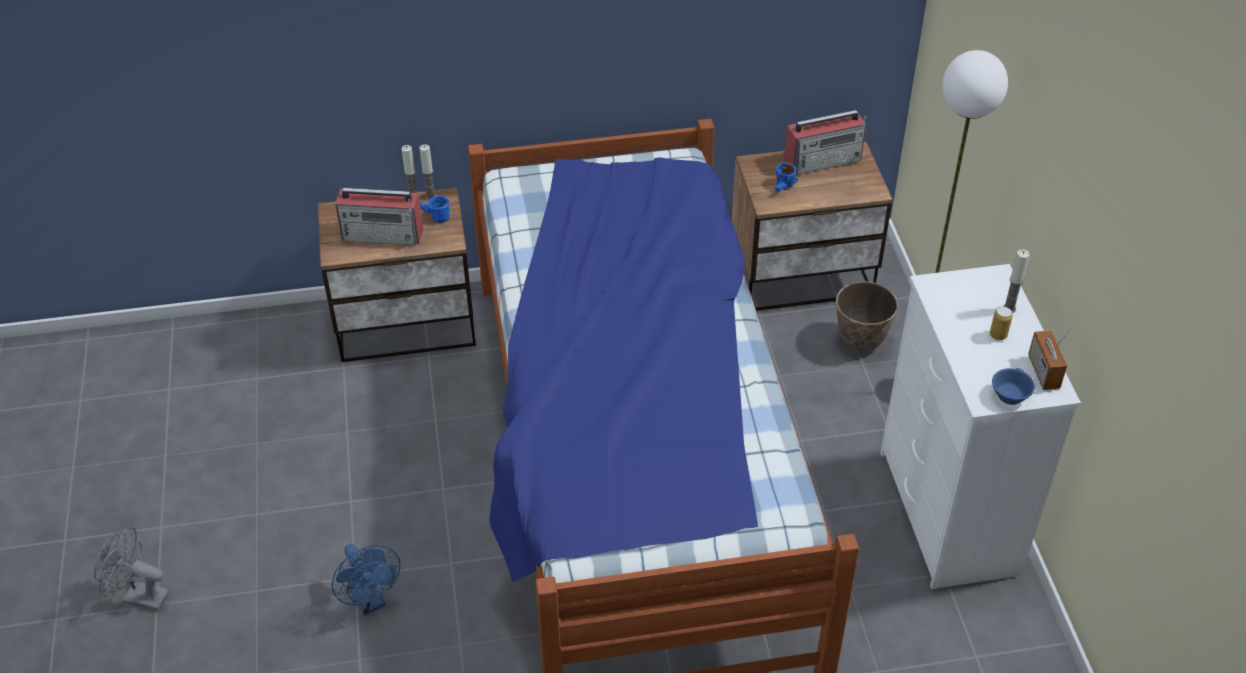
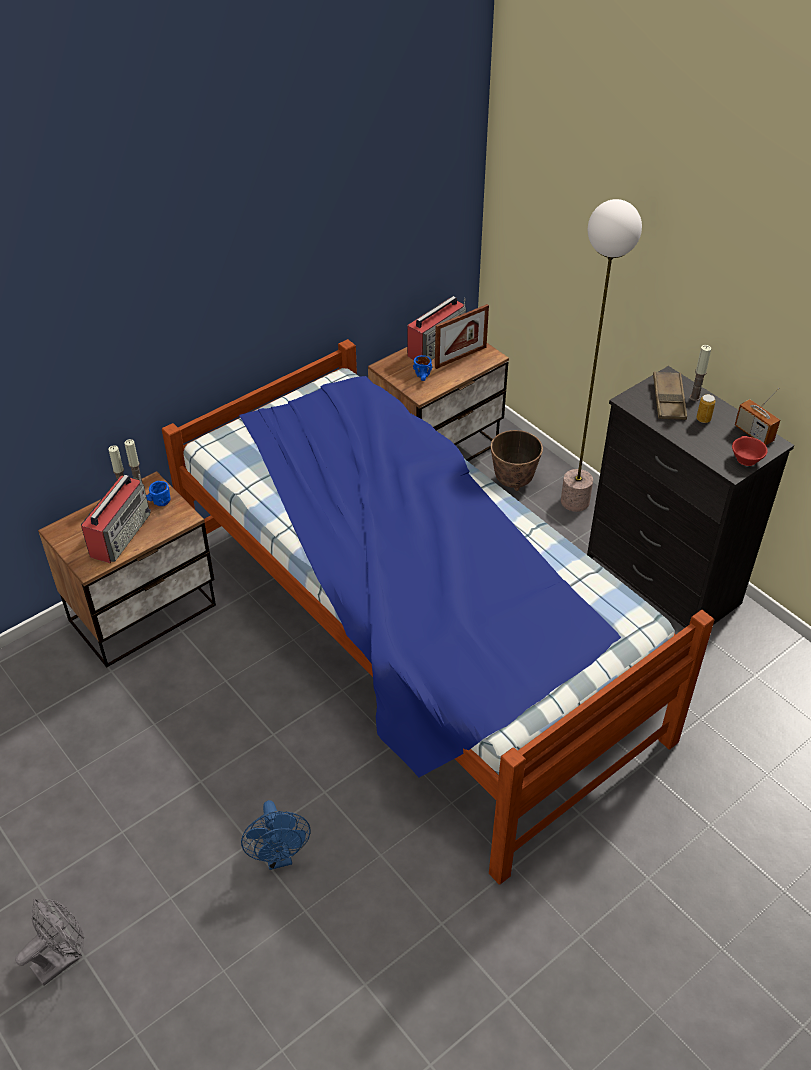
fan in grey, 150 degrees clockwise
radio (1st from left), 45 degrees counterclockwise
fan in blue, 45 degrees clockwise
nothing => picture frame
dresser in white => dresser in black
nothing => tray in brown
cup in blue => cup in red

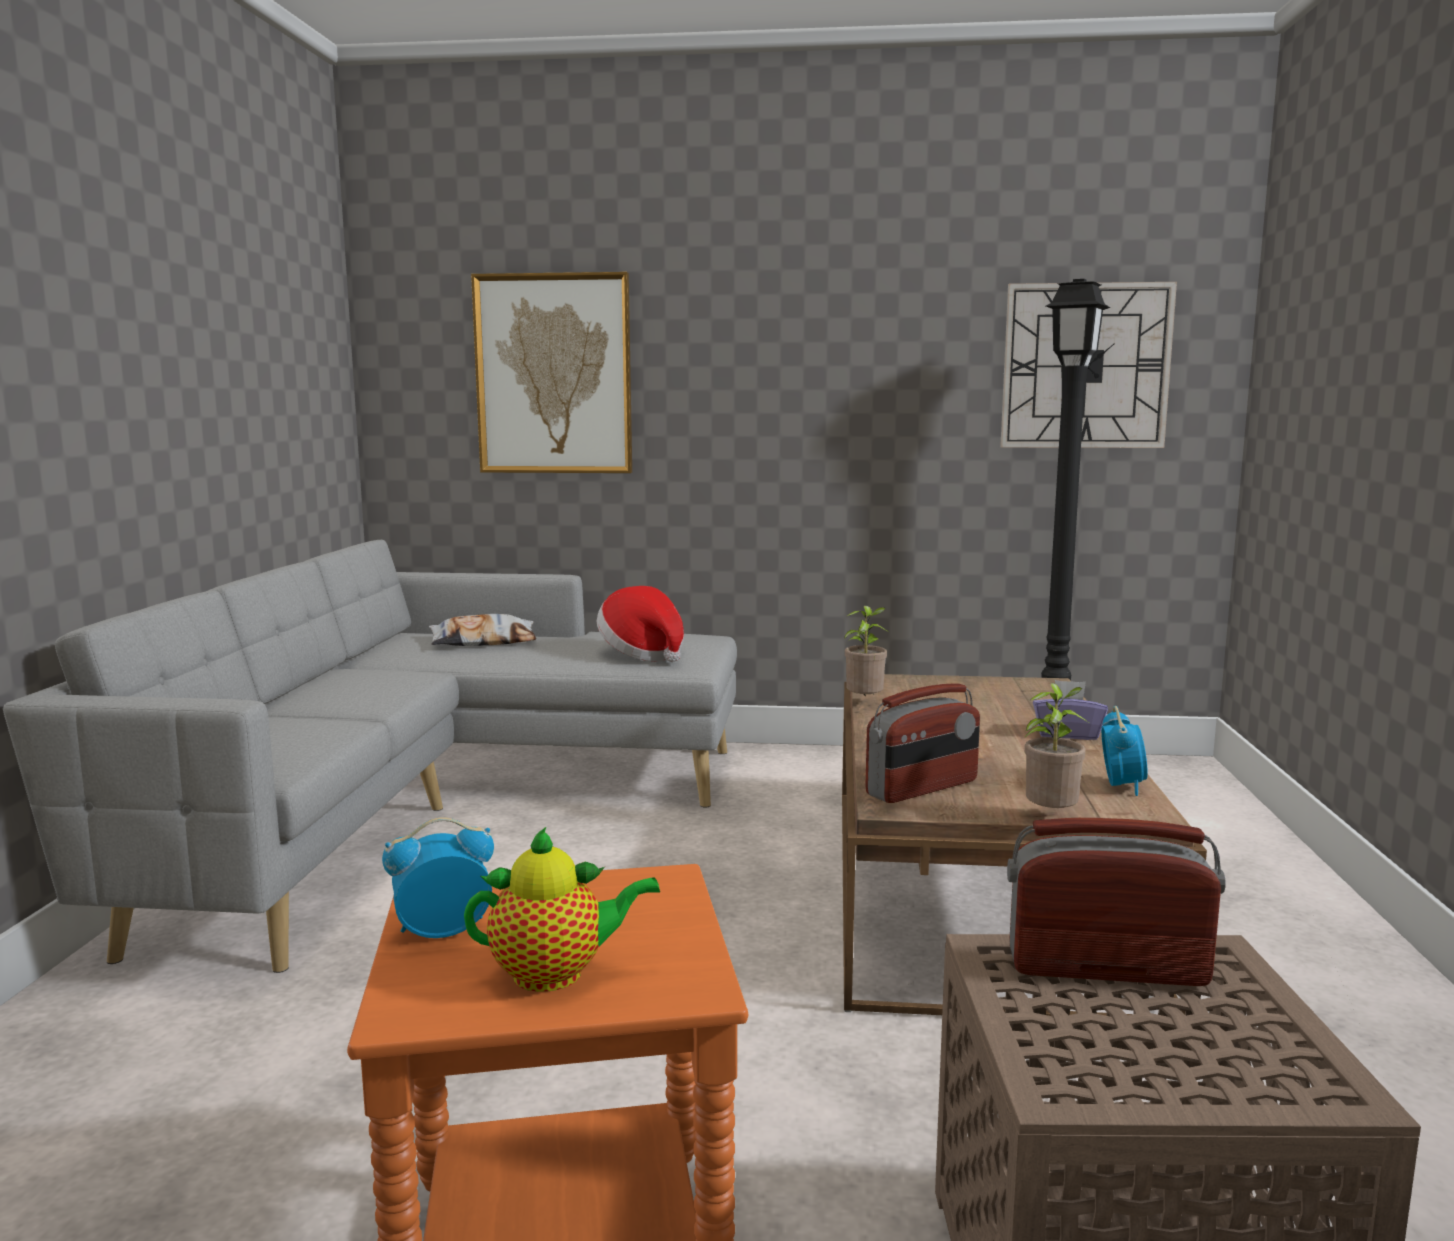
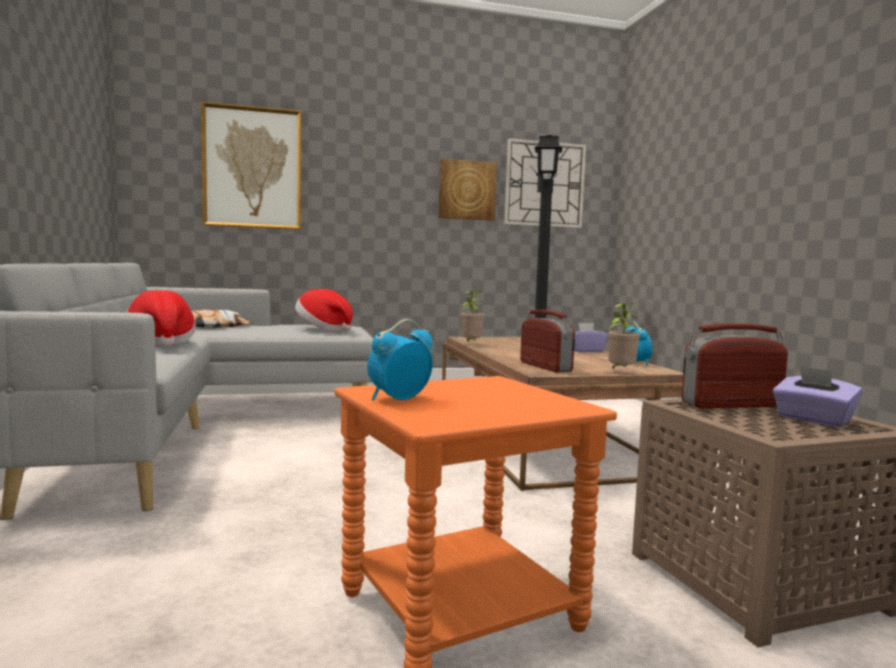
nothing => hat (1st from left)
nothing => picture (2nd from left)
radio (1st from left), 60 degrees counterclockwise
nothing => tissue box in purple (2nd from left)
teapot => nothing

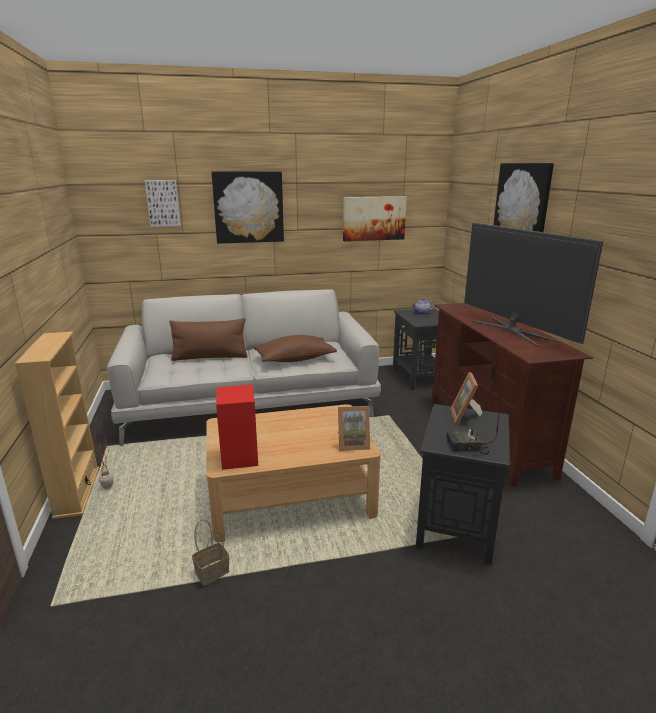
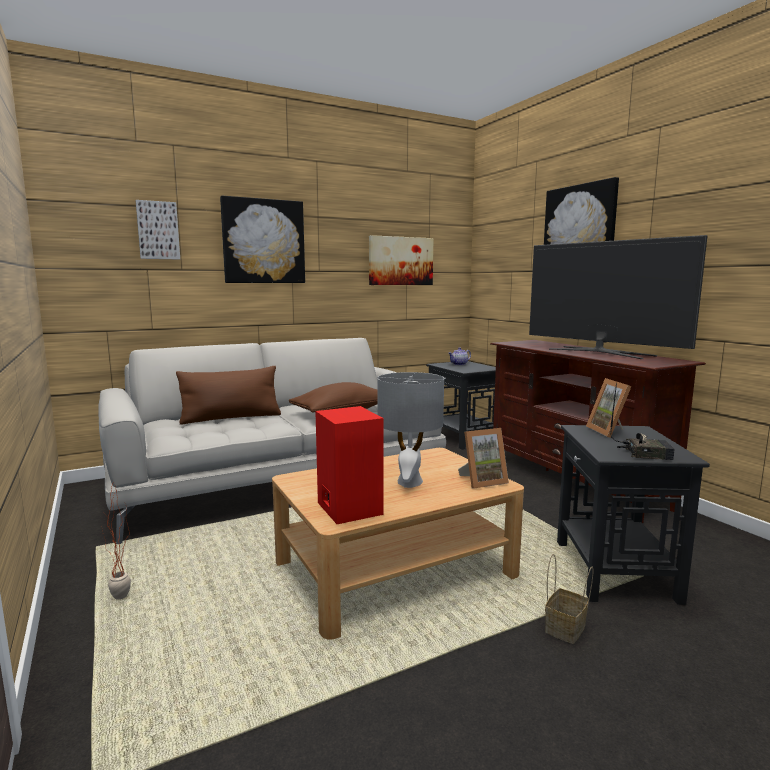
nothing => table lamp in grey
basket, moved
radio, 150 degrees counterclockwise
bookcase in beige => nothing

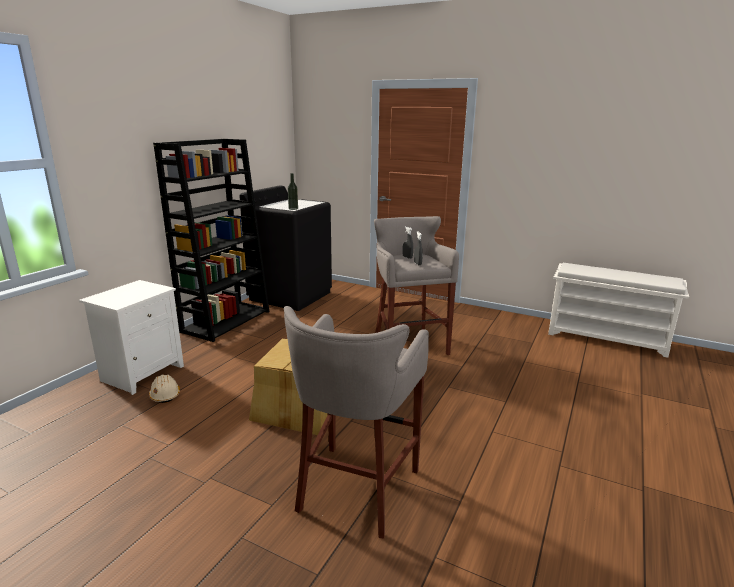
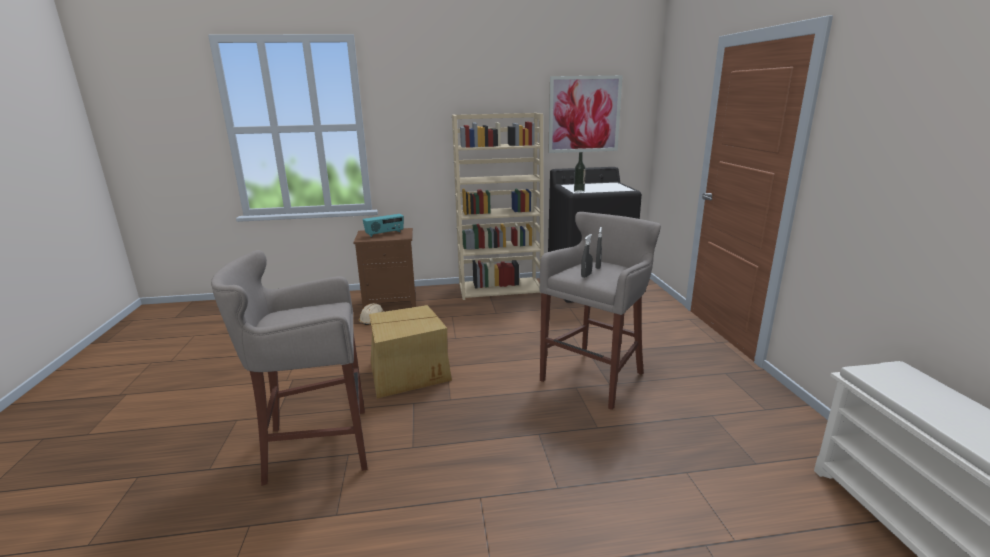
nightstand in white => nightstand in brown
nothing => radio
bookcase in black => bookcase in beige
nothing => picture

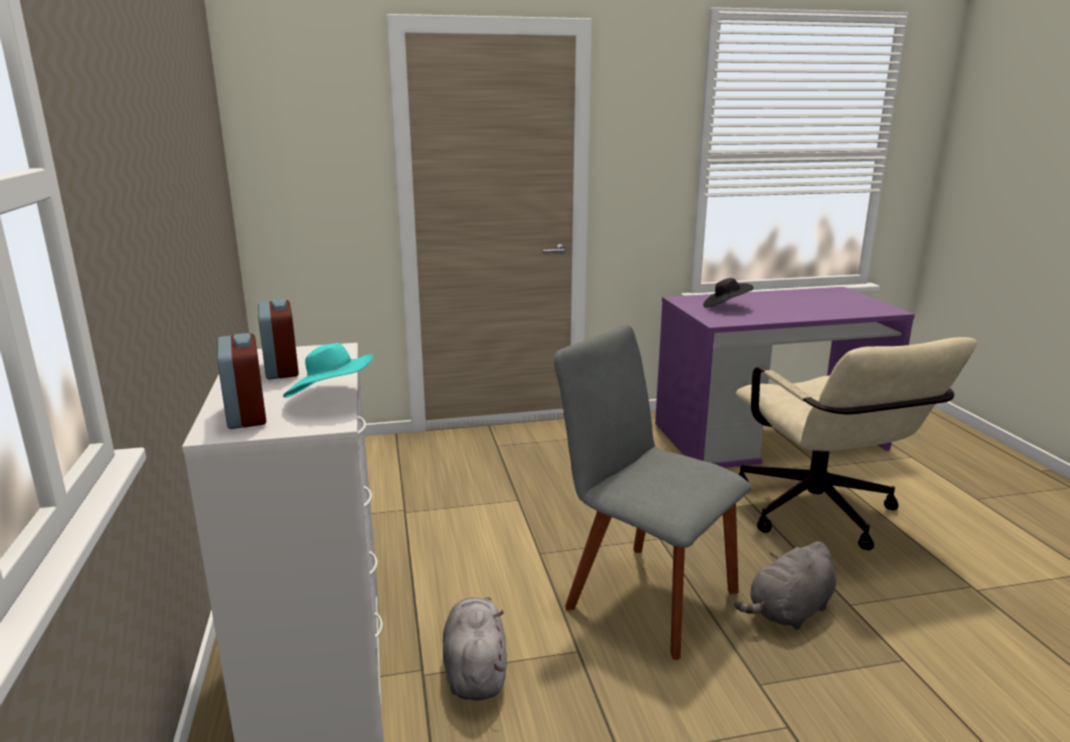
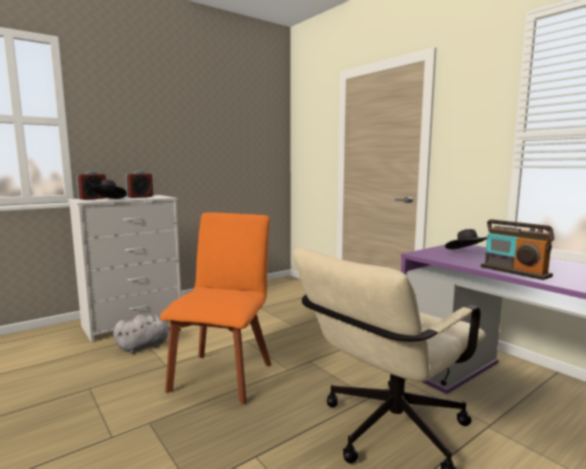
hat in turquoise => hat in black (1st from left)
chair in grey => chair in orange
nothing => radio
plush toy in grey (2nd from left) => nothing

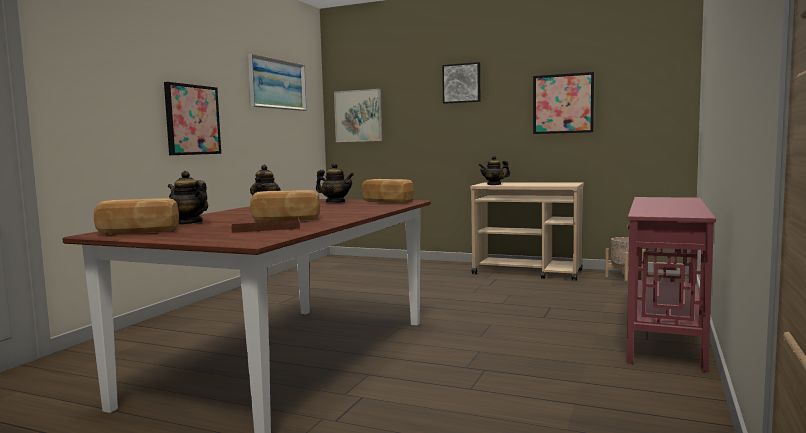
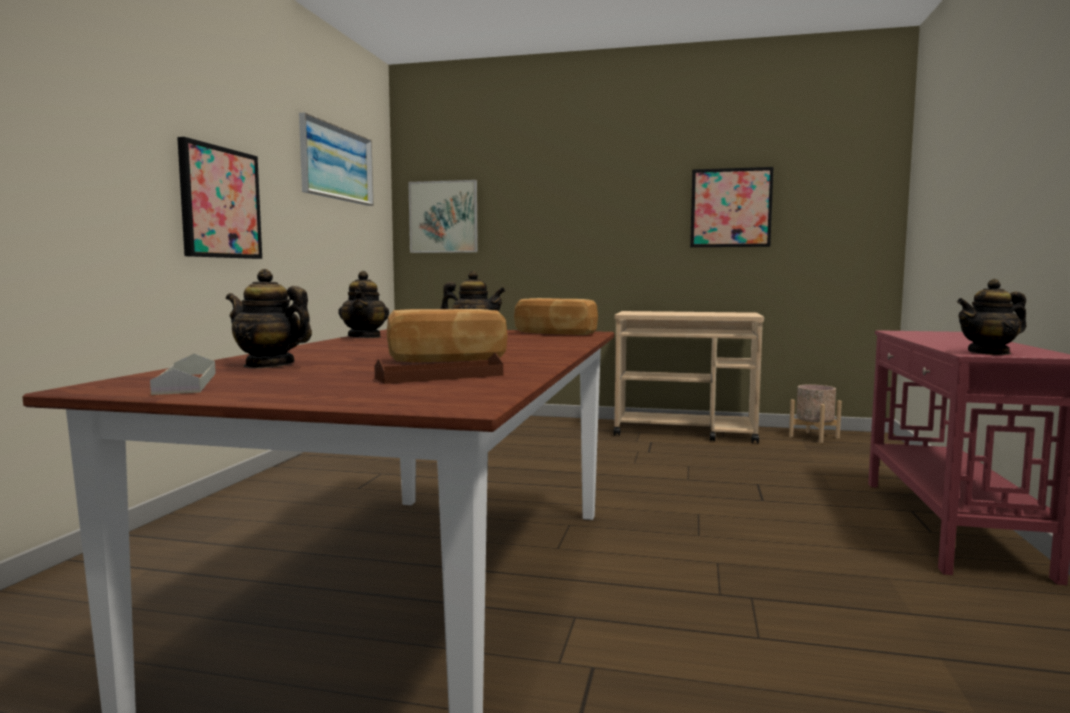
bread (1st from left) => tray in grey
teapot (4th from left), moved
picture (4th from left) => nothing

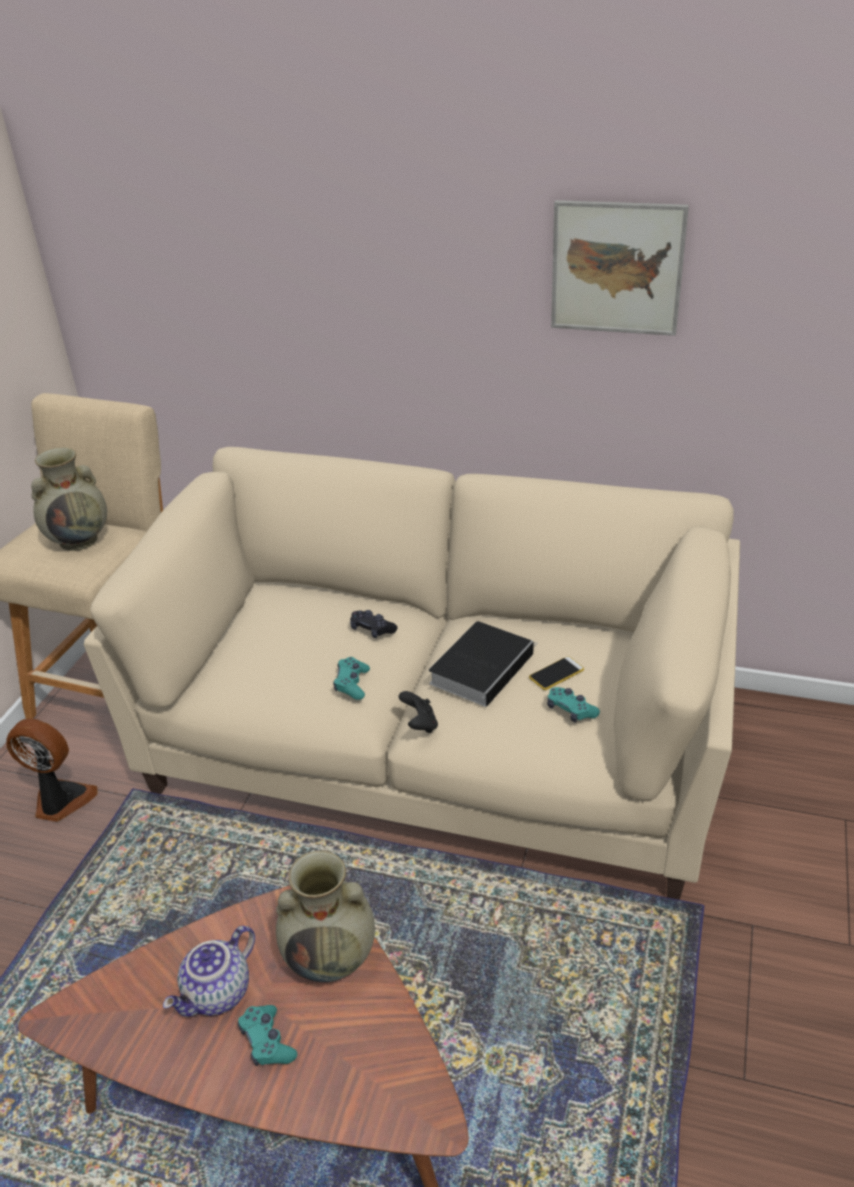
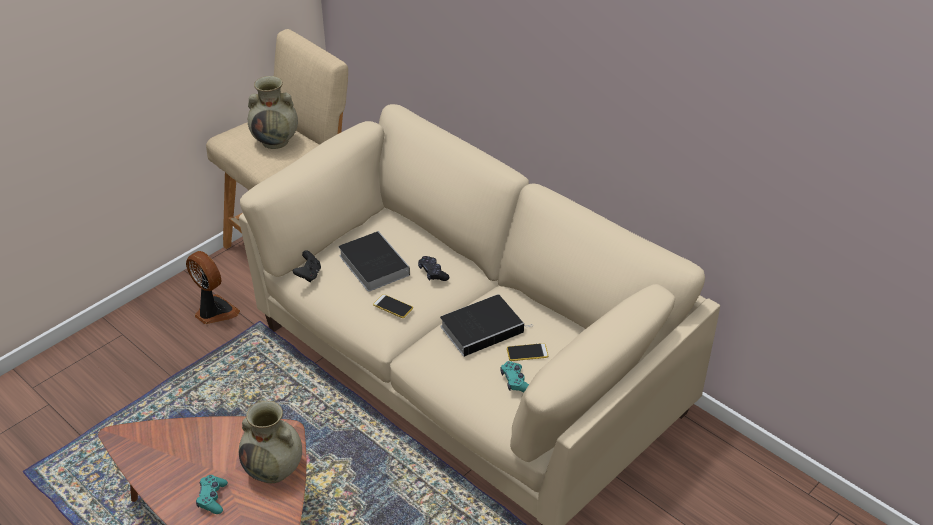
game controller in black (2nd from left in the first image) => game controller in black (1st from left), moved
nothing => book (1st from left)
game controller in turquoise (2nd from left) => phone (1st from left)
teapot => nothing
picture => nothing

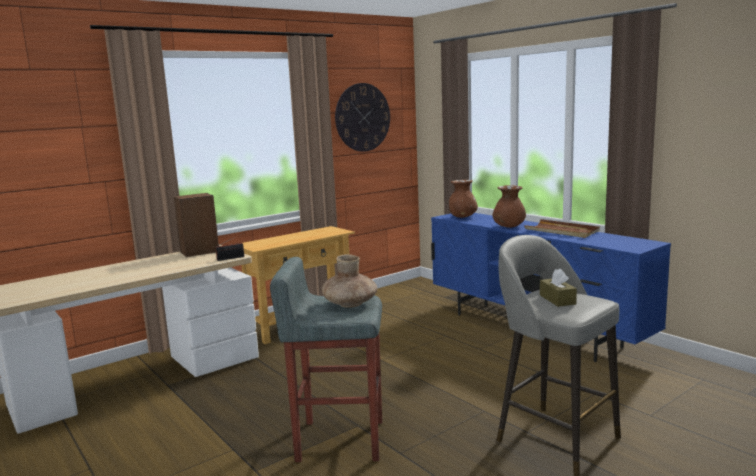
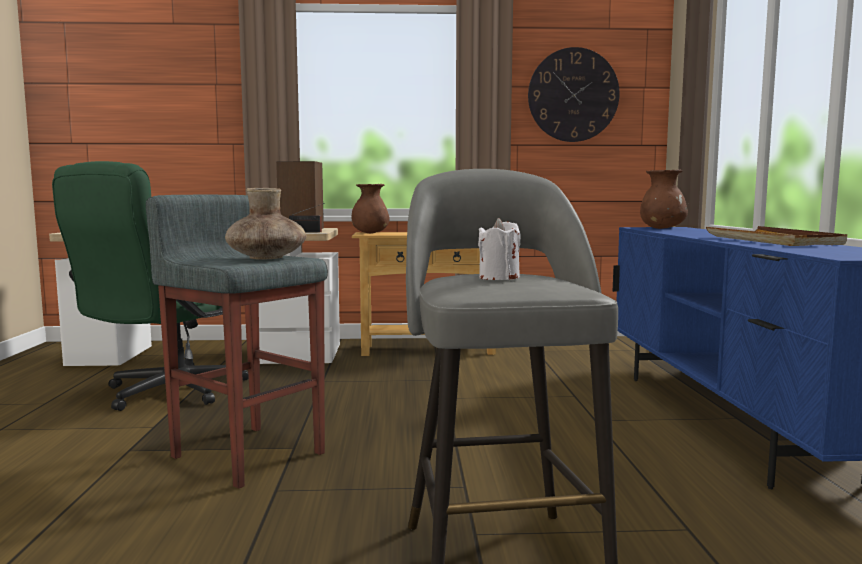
nothing => office chair in green
vase in brown (3rd from left in the first image) => vase in brown (2nd from left), moved
tissue box in brown => candle in white

